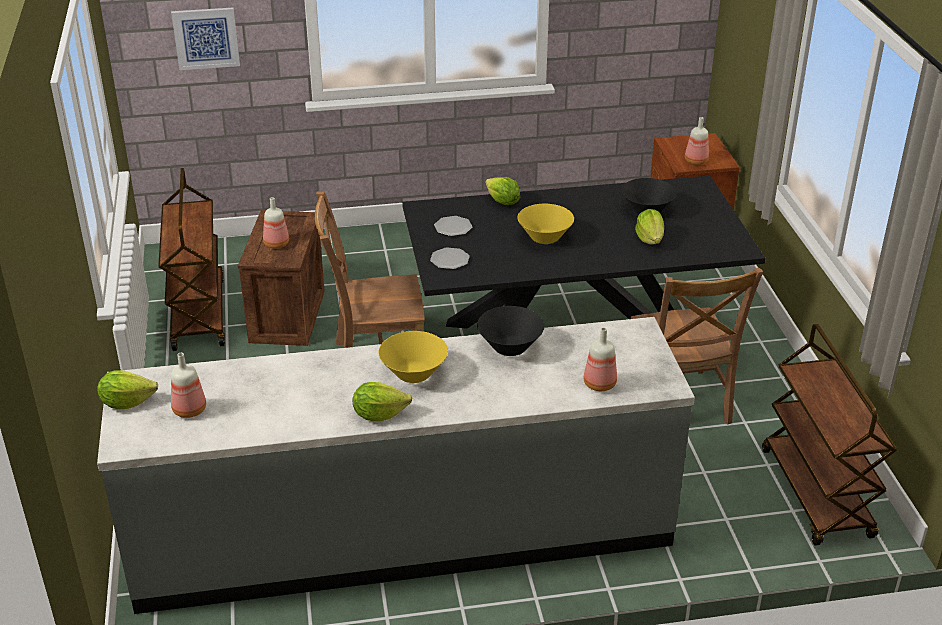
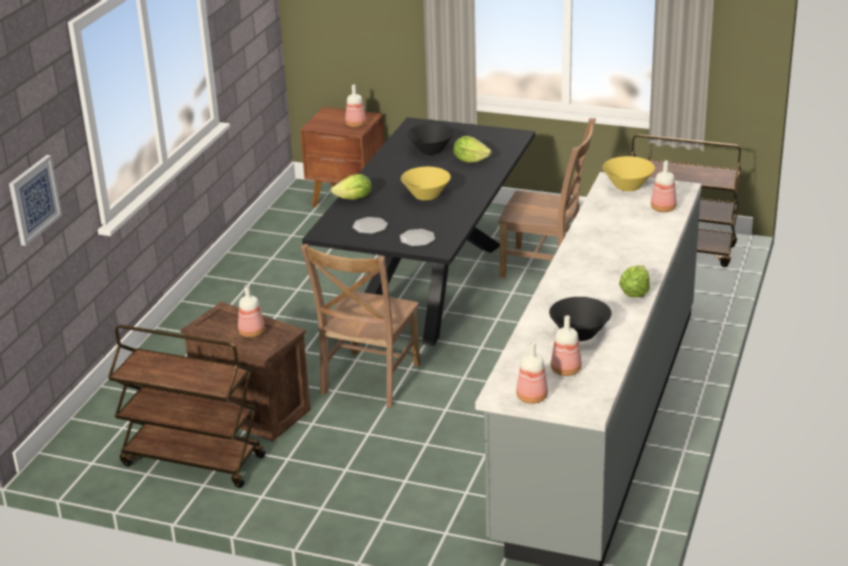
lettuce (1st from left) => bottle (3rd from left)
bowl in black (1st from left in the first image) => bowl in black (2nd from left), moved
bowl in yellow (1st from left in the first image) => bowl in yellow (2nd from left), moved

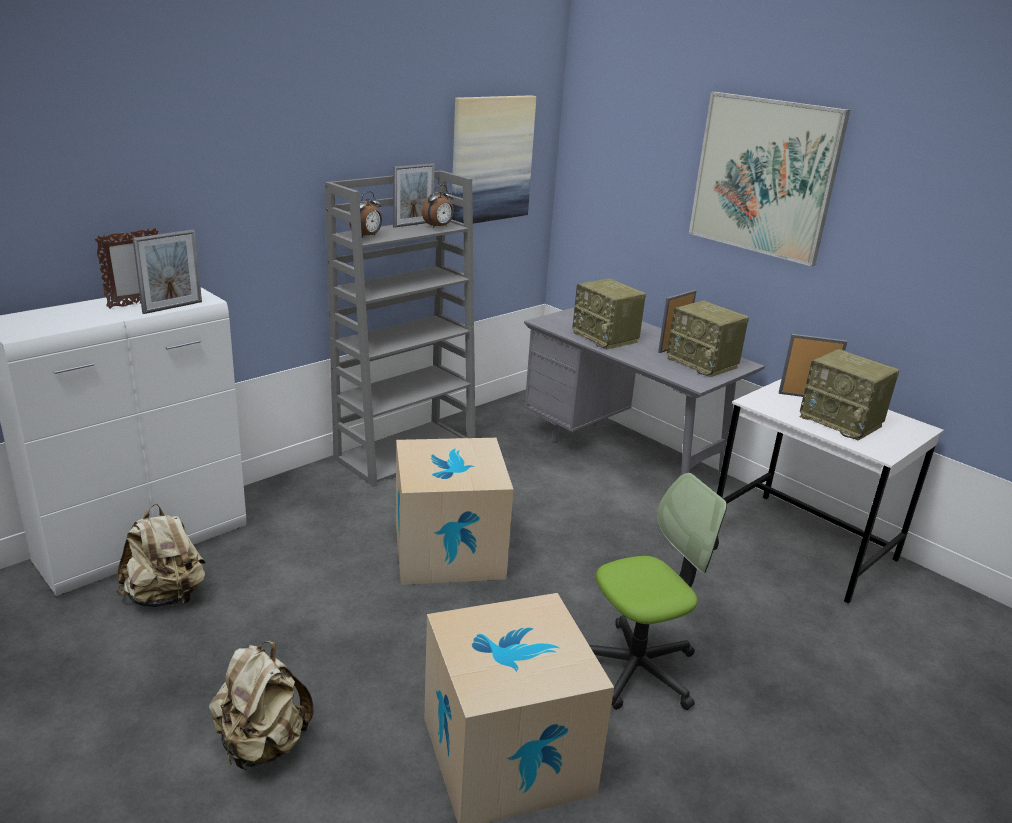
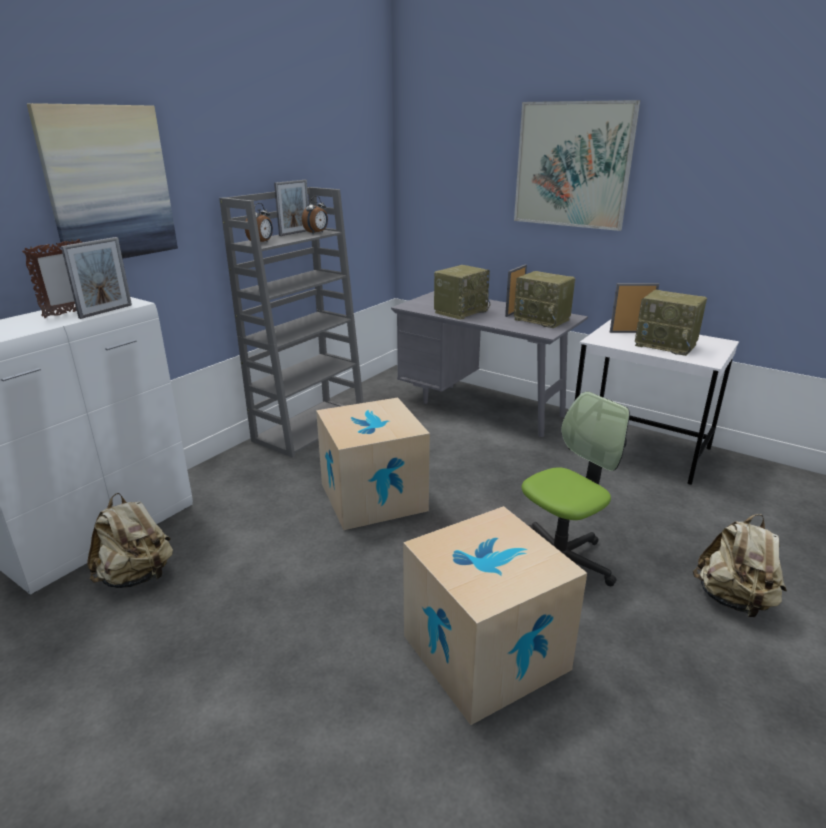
picture (1st from left), moved
radio (1st from left), 90 degrees counterclockwise
backpack in beige (2nd from left), moved

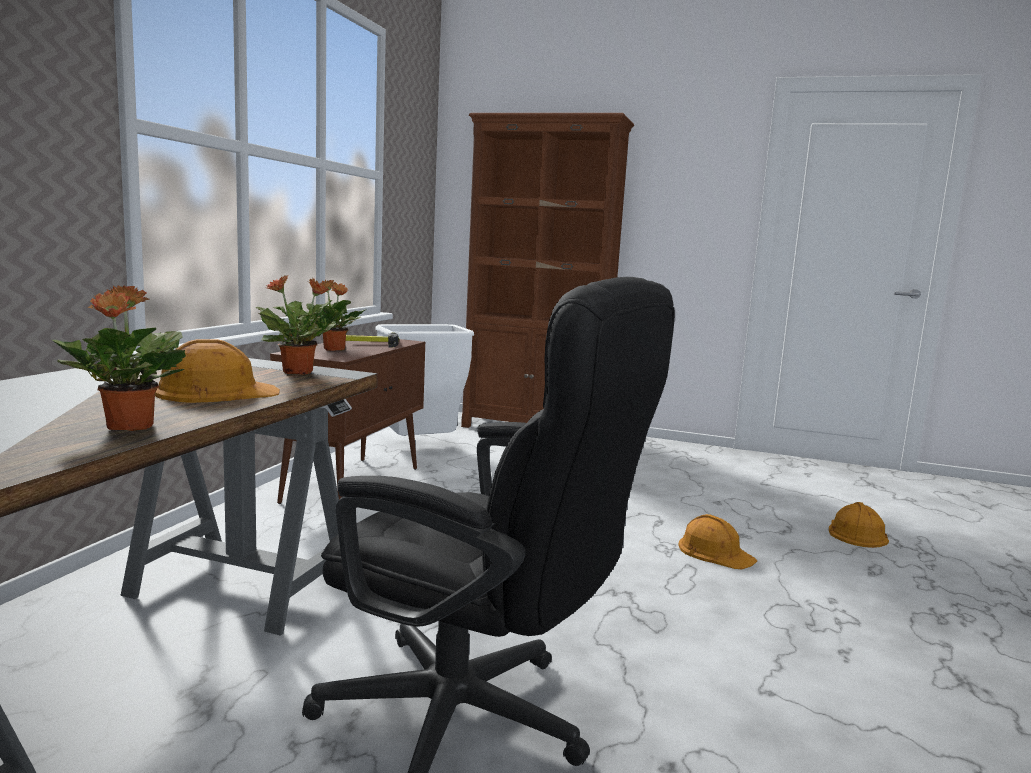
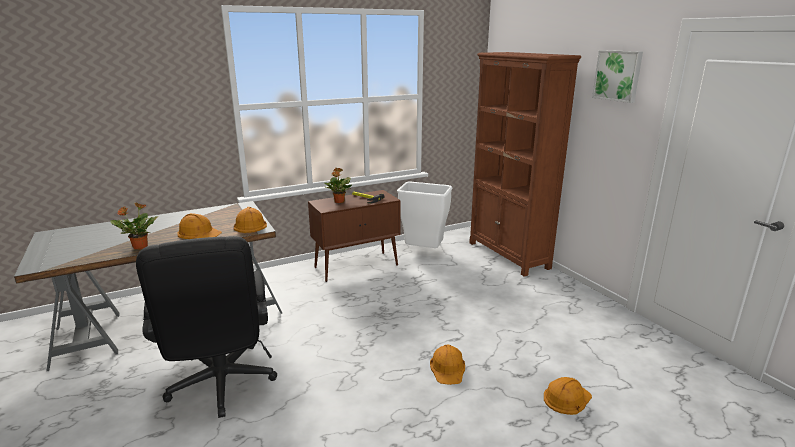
potted plant (2nd from left) => hard hat in orange (2nd from left)
nothing => picture

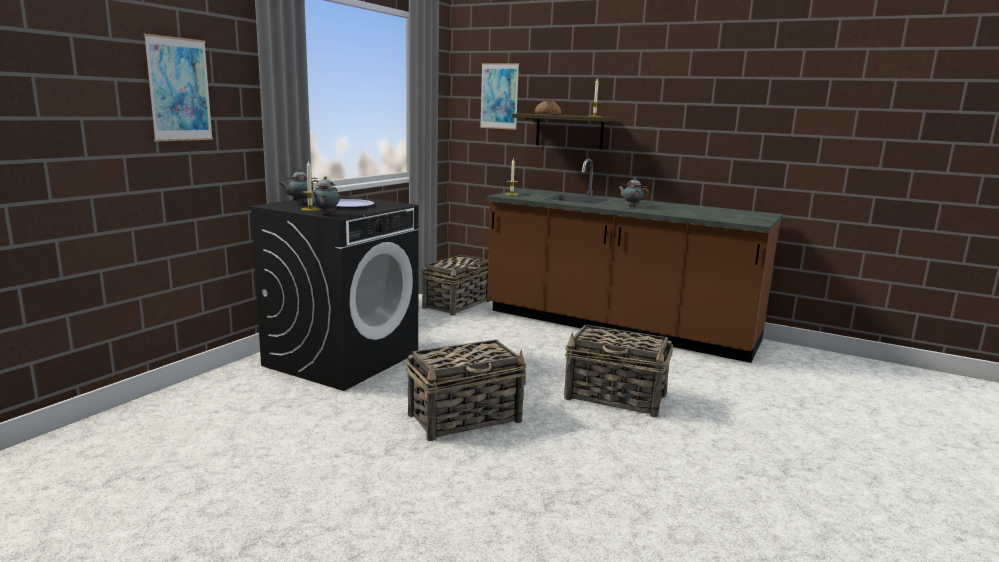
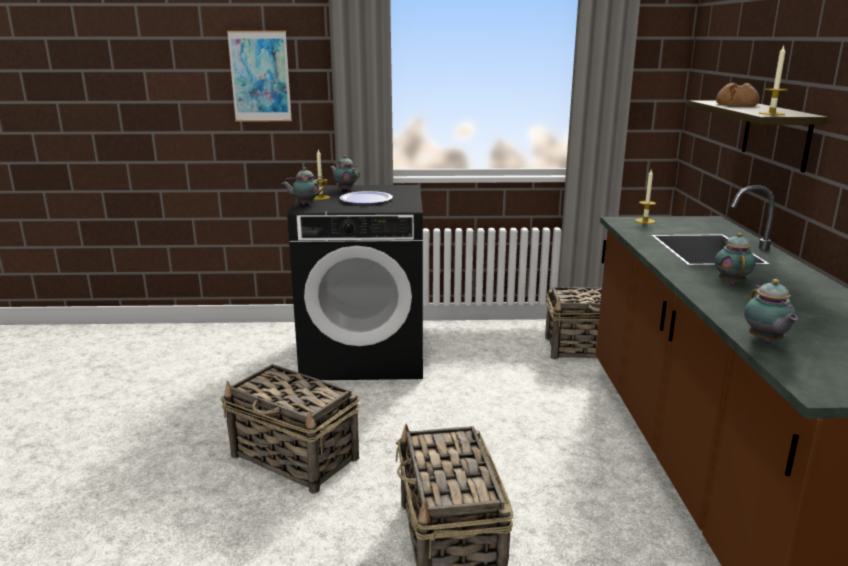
nothing => teapot (4th from left)
picture (2nd from left) => nothing

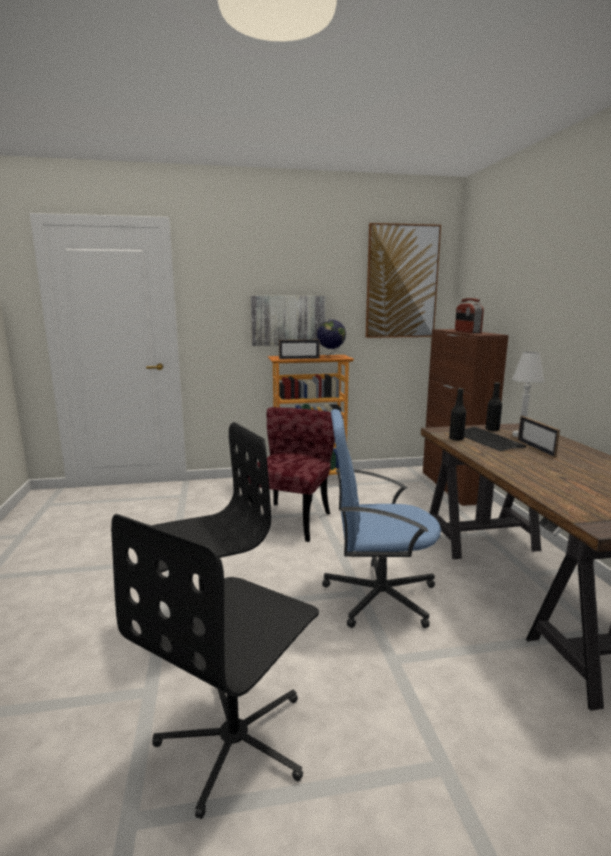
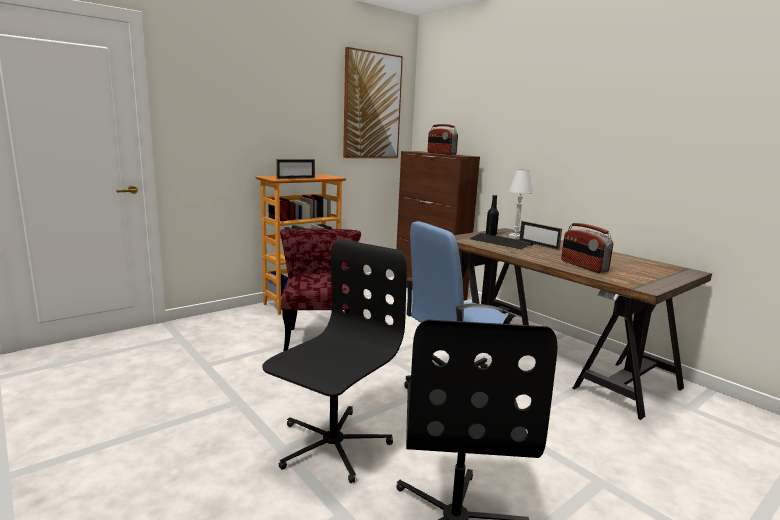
nothing => radio (2nd from left)
picture (1st from left) => nothing
globe => nothing
bottle in black (1st from left) => nothing

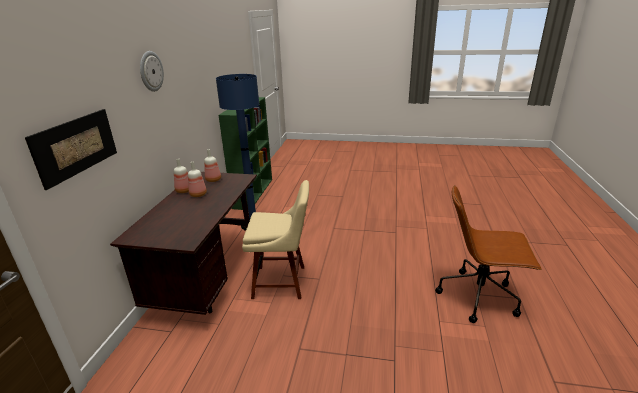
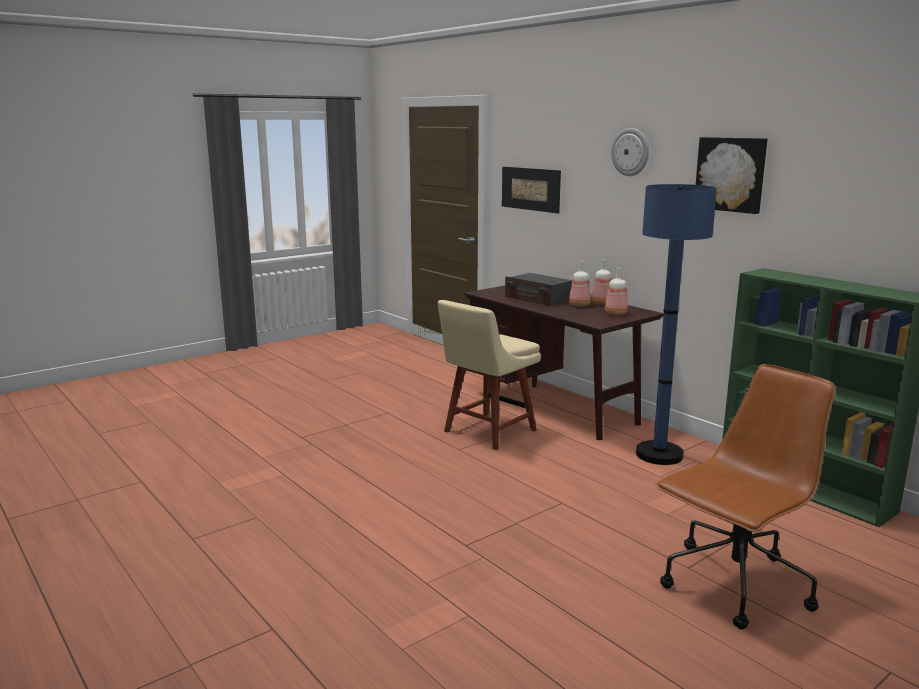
nothing => radio
office chair in brown, moved
nothing => picture (2nd from left)

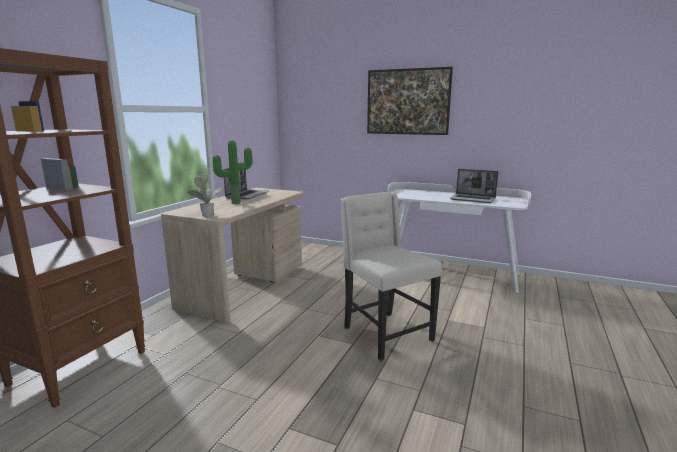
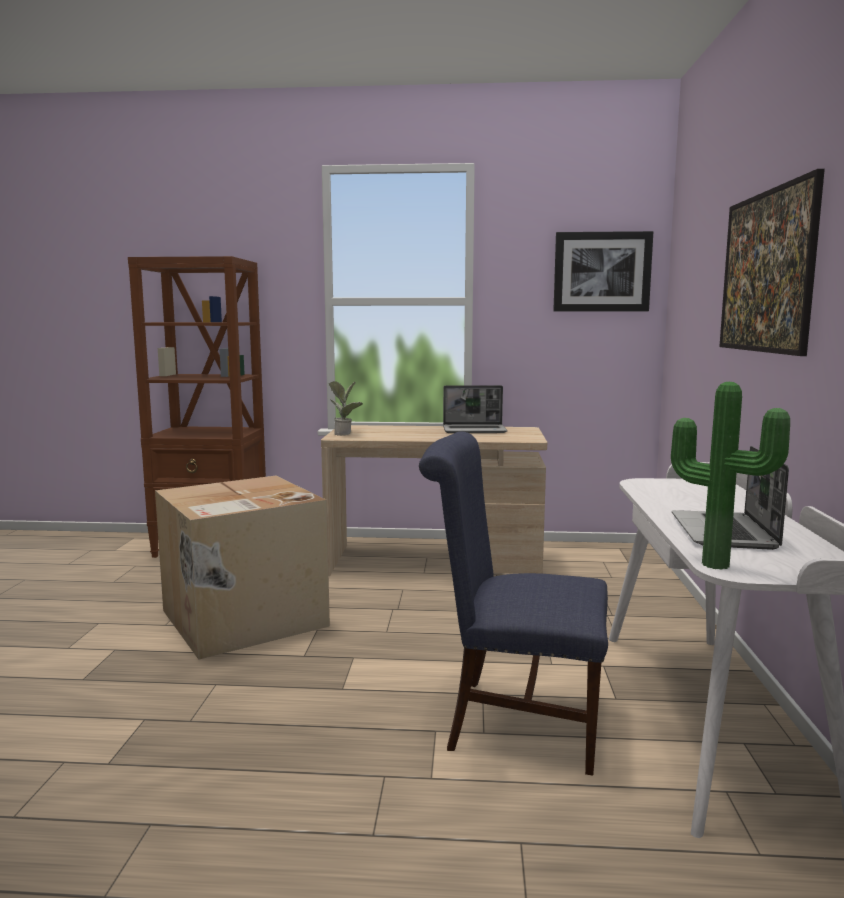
nothing => cardboard box
nothing => chair in blue
nothing => picture (1st from left)
potted plant (2nd from left), moved
chair in beige => nothing

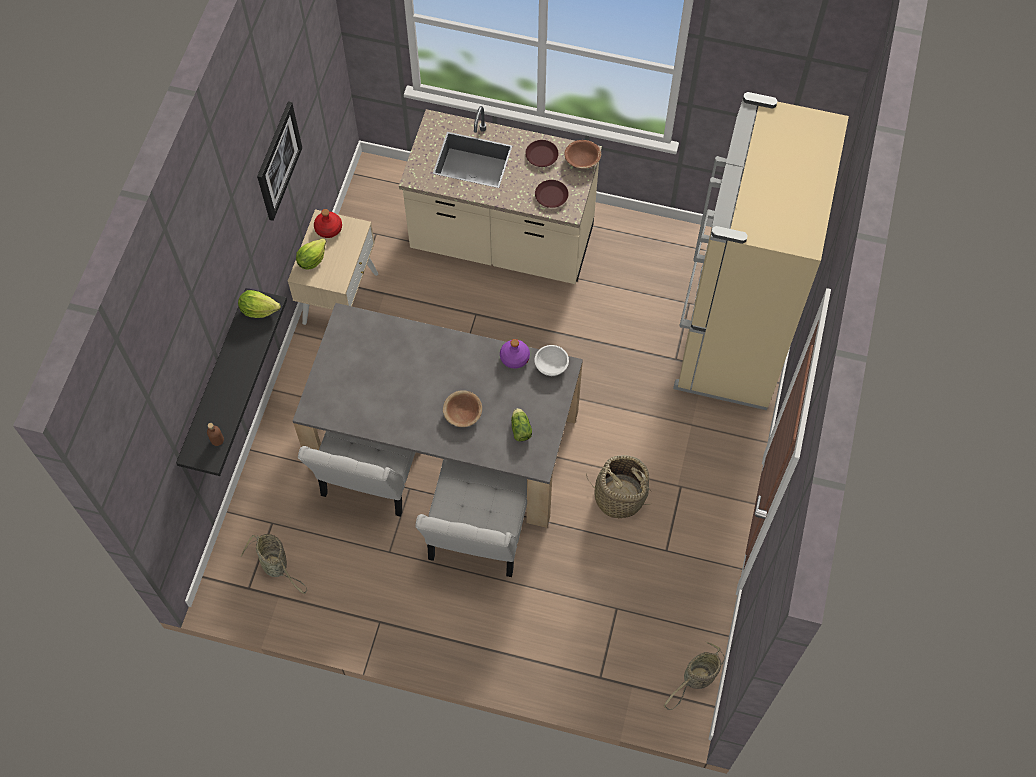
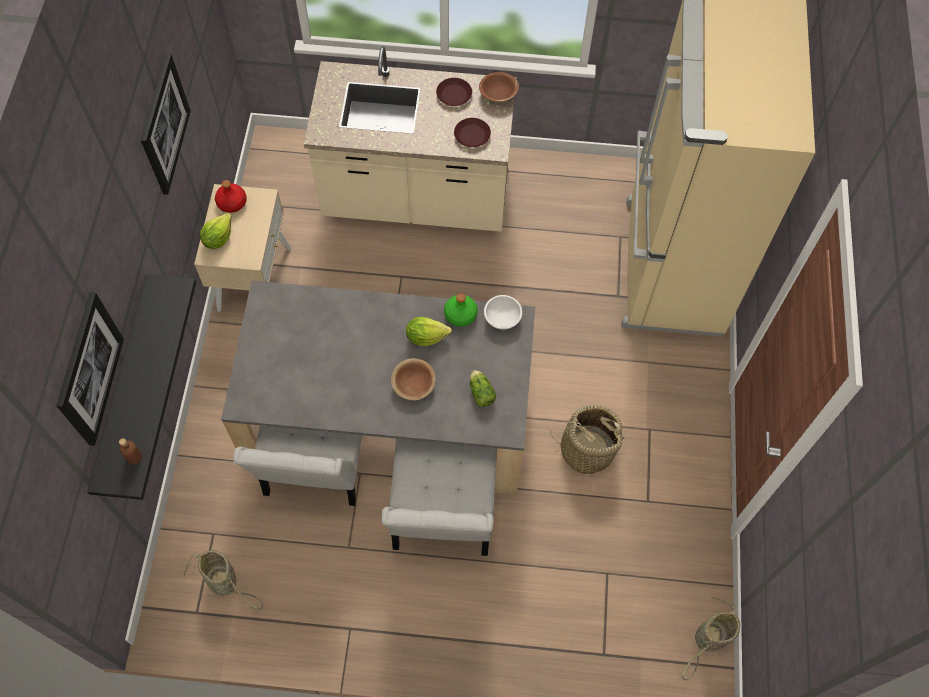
nothing => picture (1st from left)
lettuce (1st from left in the first image) => lettuce (2nd from left), moved
bottle in purple => bottle in green

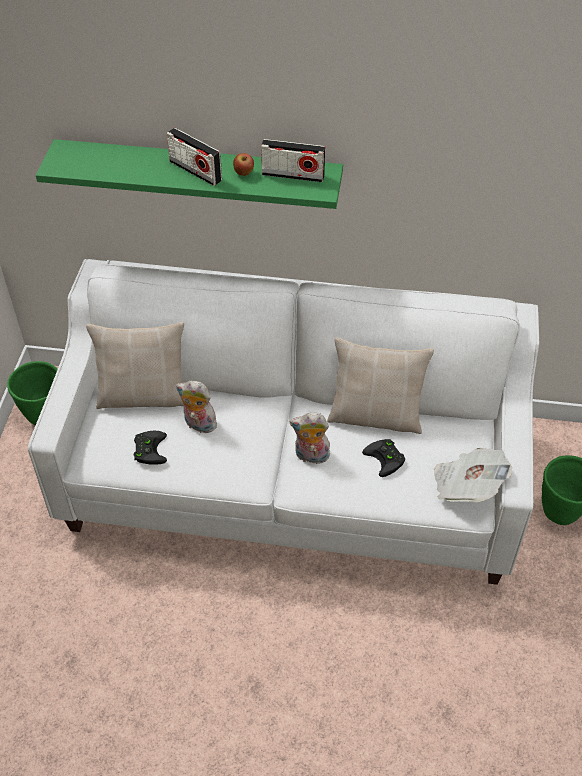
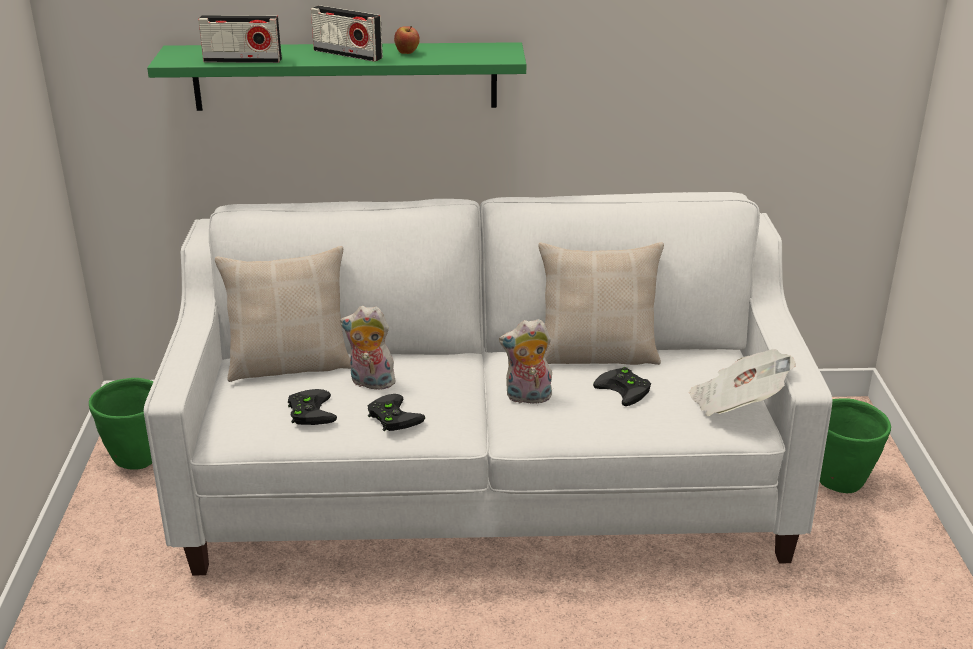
radio (2nd from left in the first image) => radio (1st from left), moved
nothing => game controller in black (2nd from left)

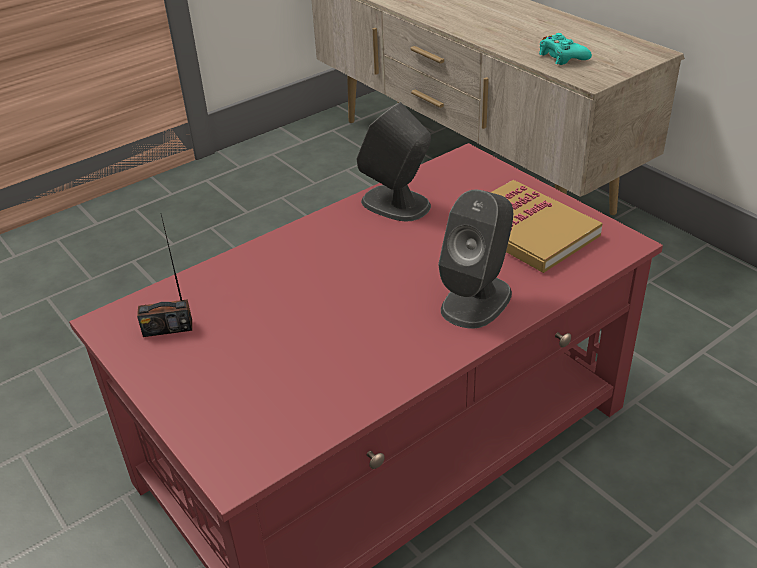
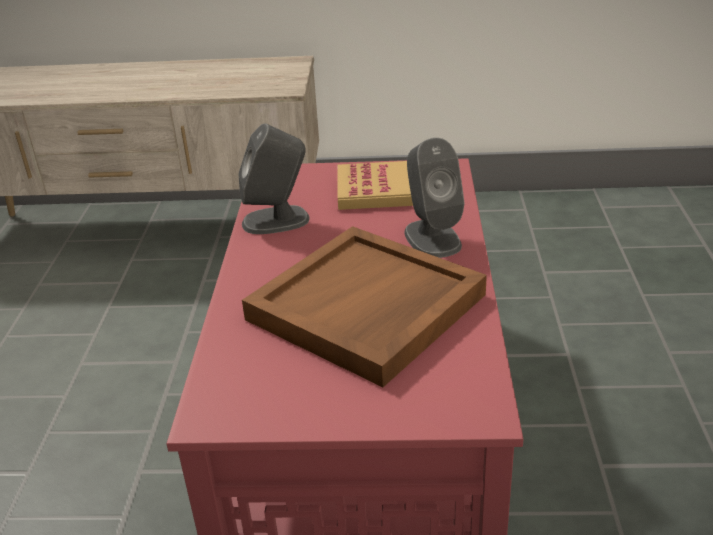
nothing => tray in brown
radio => nothing
game controller in turquoise => nothing

